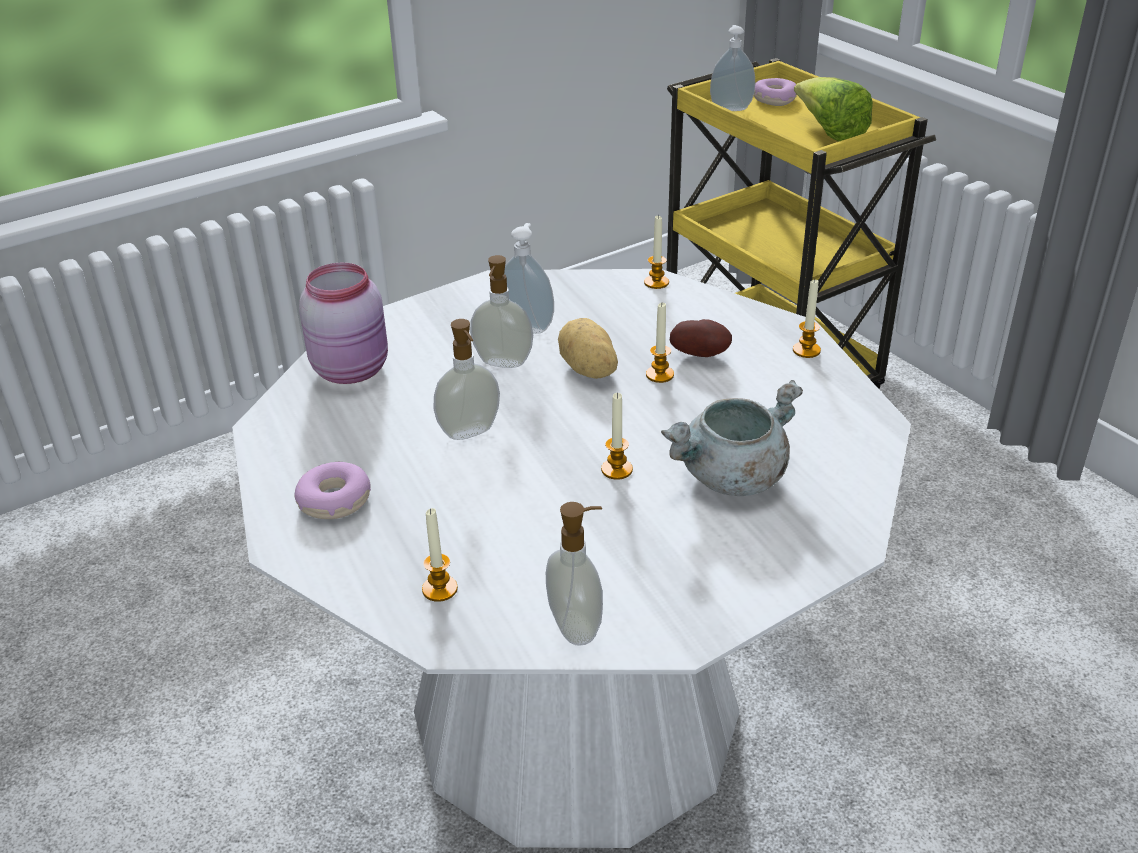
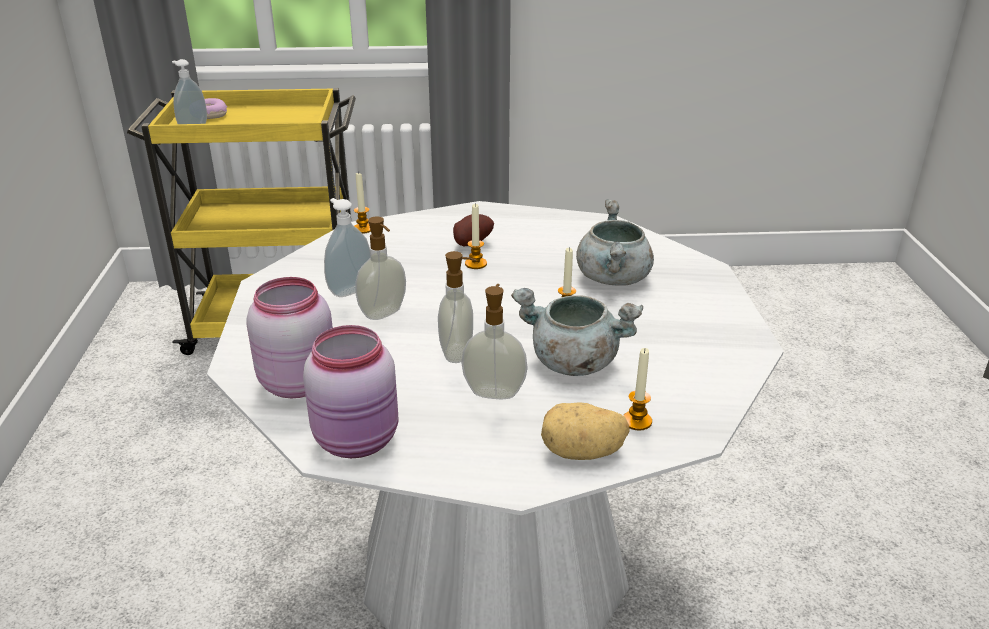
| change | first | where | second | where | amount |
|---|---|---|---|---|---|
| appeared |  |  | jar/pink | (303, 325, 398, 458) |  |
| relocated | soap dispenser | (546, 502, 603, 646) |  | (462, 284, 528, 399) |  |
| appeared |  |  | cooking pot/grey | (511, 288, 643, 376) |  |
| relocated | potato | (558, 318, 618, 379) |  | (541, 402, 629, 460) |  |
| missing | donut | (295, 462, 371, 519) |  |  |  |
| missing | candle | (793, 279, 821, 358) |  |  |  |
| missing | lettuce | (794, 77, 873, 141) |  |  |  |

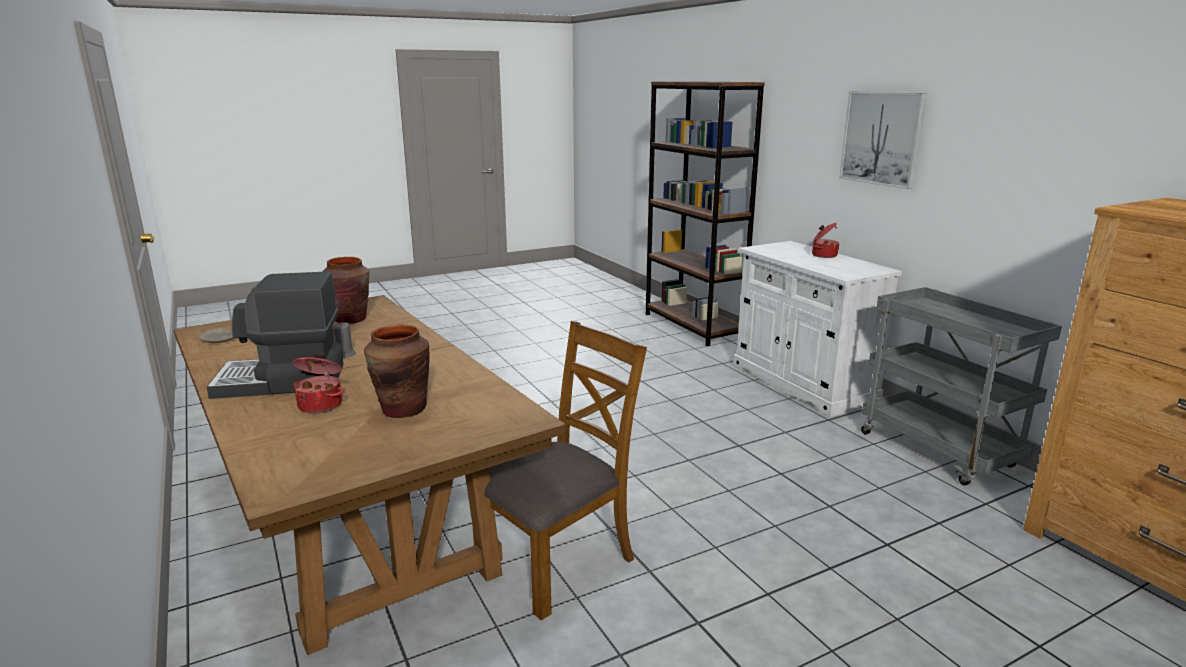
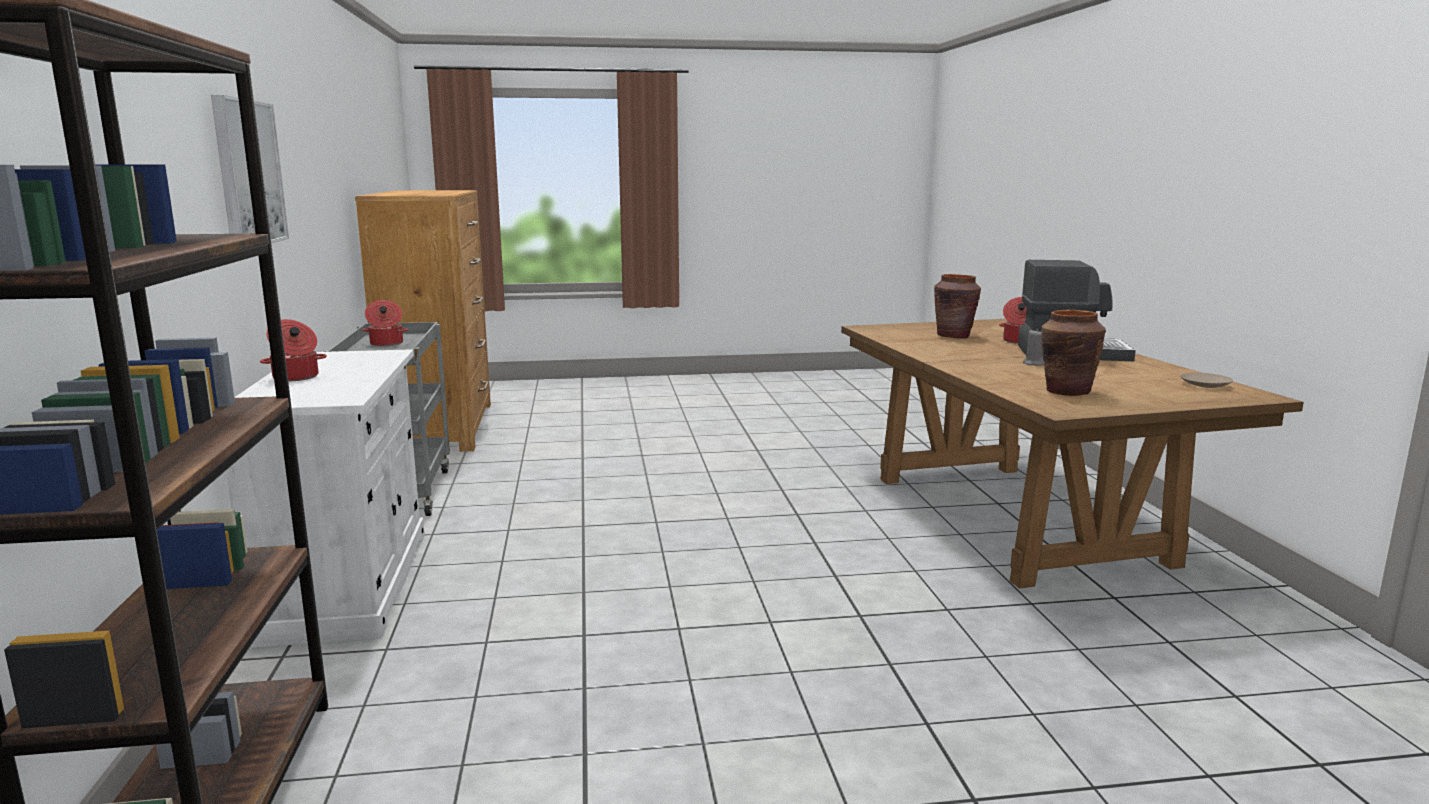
| change | first | where | second | where | amount |
|---|---|---|---|---|---|
| appeared |  |  | cooking pot | (363, 300, 408, 346) |  |
| missing | chair/brown | (473, 321, 647, 620) |  |  |  |

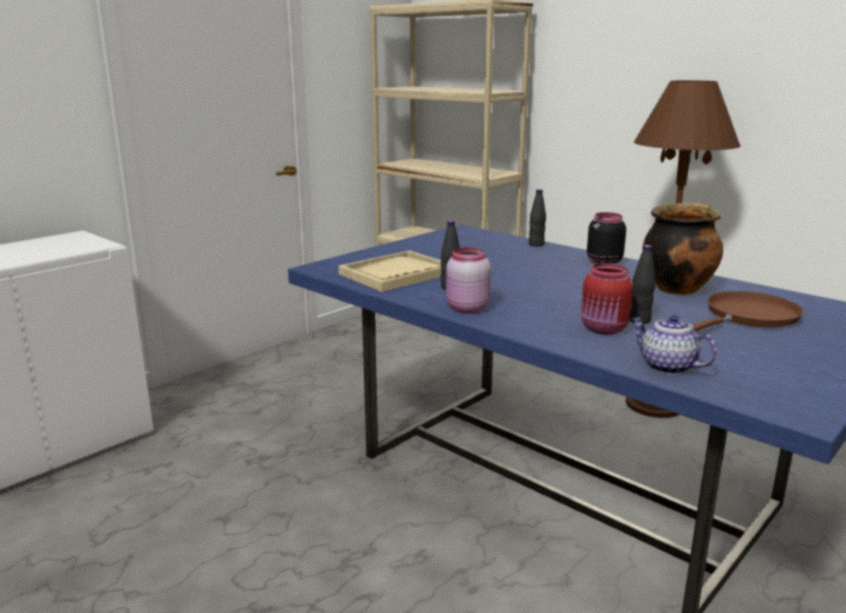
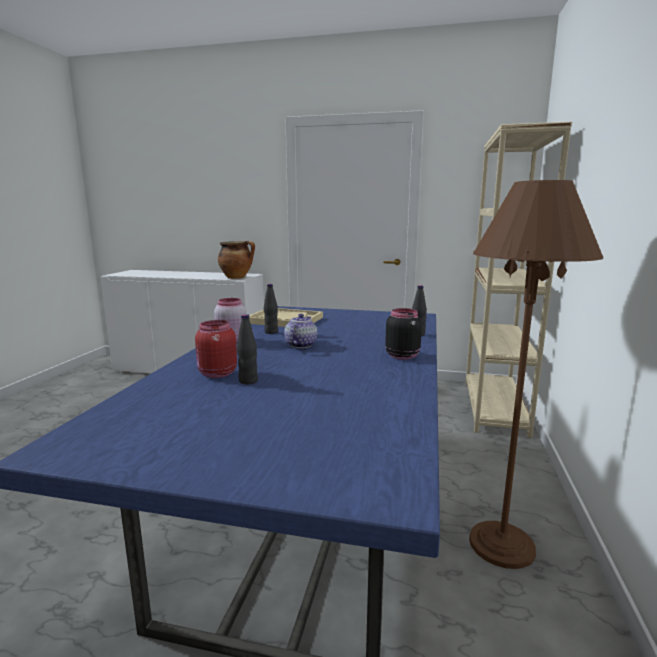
| change | first | where | second | where | amount |
|---|---|---|---|---|---|
| relocated | cooking pot | (642, 203, 723, 295) |  | (218, 241, 255, 279) |  |
| relocated | teapot | (631, 315, 717, 374) |  | (284, 314, 317, 348) |  |
| missing | frying pan/brown | (692, 291, 803, 332) |  |  |  |

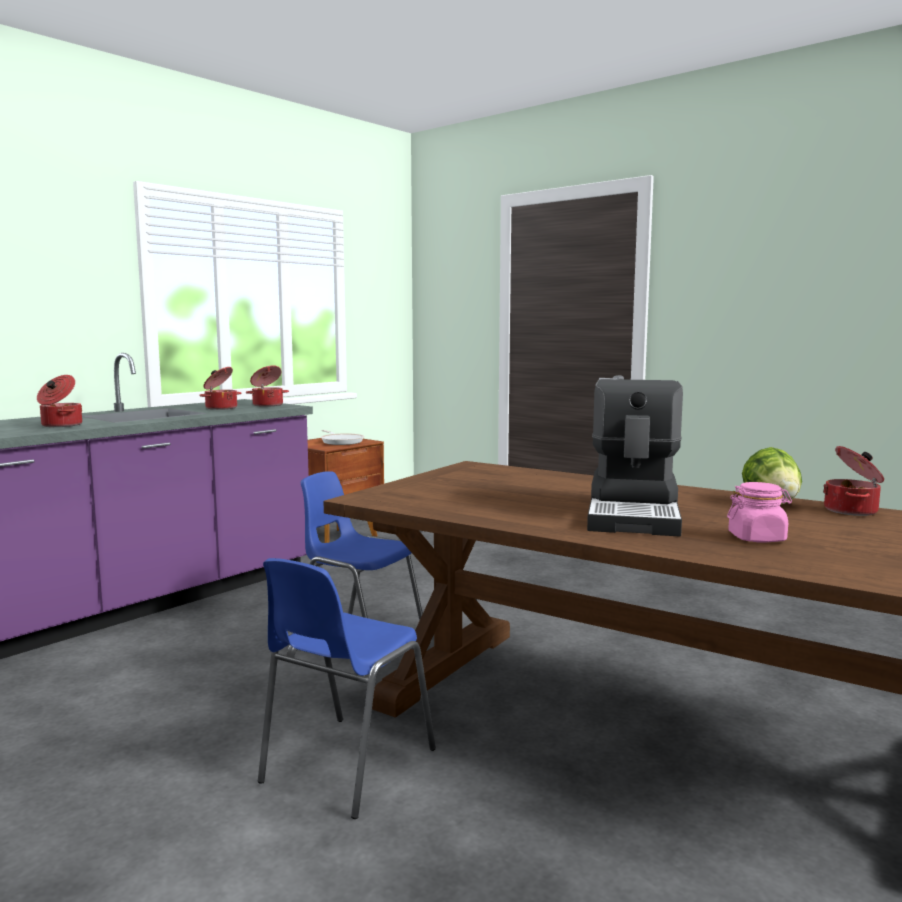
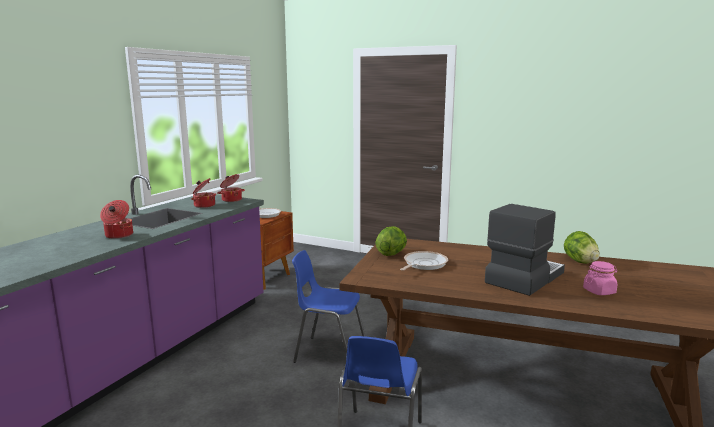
| change | first | where | second | where | amount |
|---|---|---|---|---|---|
| appeared |  |  | lettuce | (375, 226, 407, 256) |  |
| appeared |  |  | frying pan | (400, 251, 448, 271) |  |
| spun | coffee machine | (587, 379, 683, 536) |  | (485, 204, 565, 296) | 135 degrees counterclockwise |
| missing | cooking pot | (823, 446, 884, 516) |  |  |  |

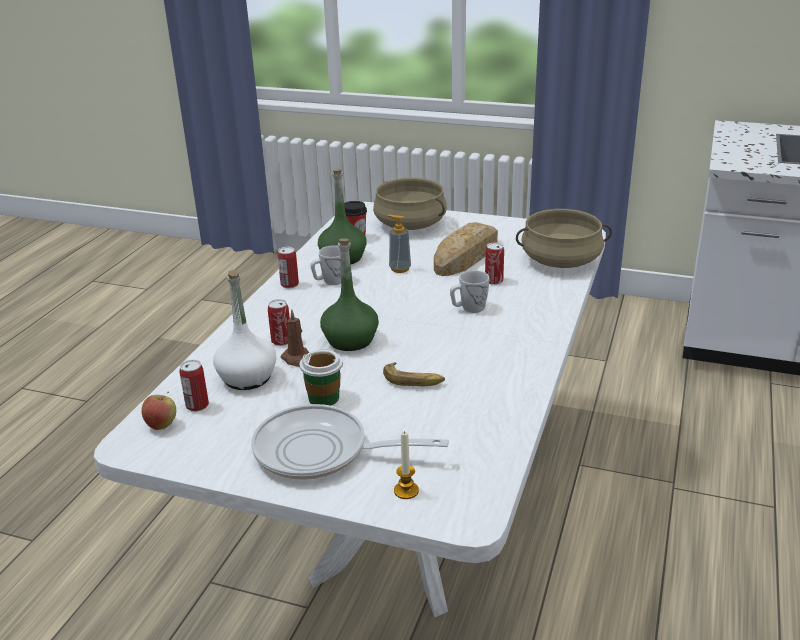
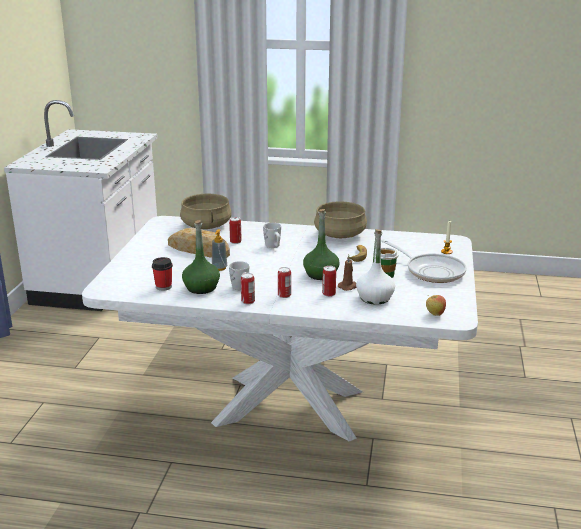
| change | first | where | second | where | amount |
|---|---|---|---|---|---|
| relocated | can | (179, 360, 209, 412) |  | (278, 267, 291, 298) |  |
| relocated | cooking pot/beige | (373, 178, 447, 230) |  | (314, 201, 367, 238) |  |
| spun | frying pan | (251, 404, 449, 480) |  | (381, 239, 467, 283) | 45 degrees counterclockwise |

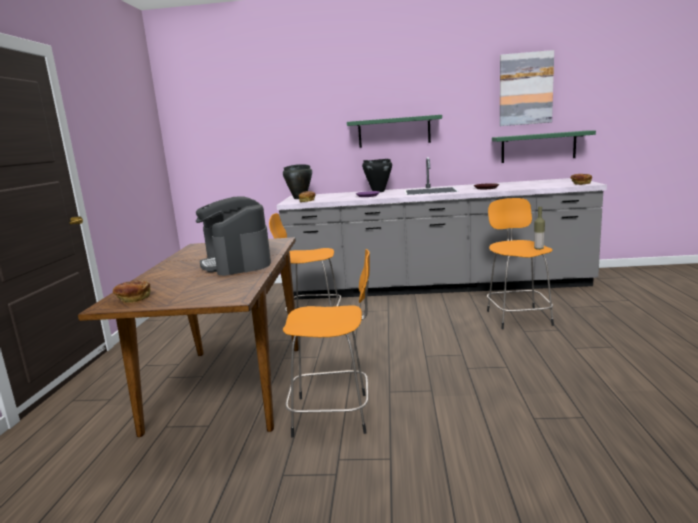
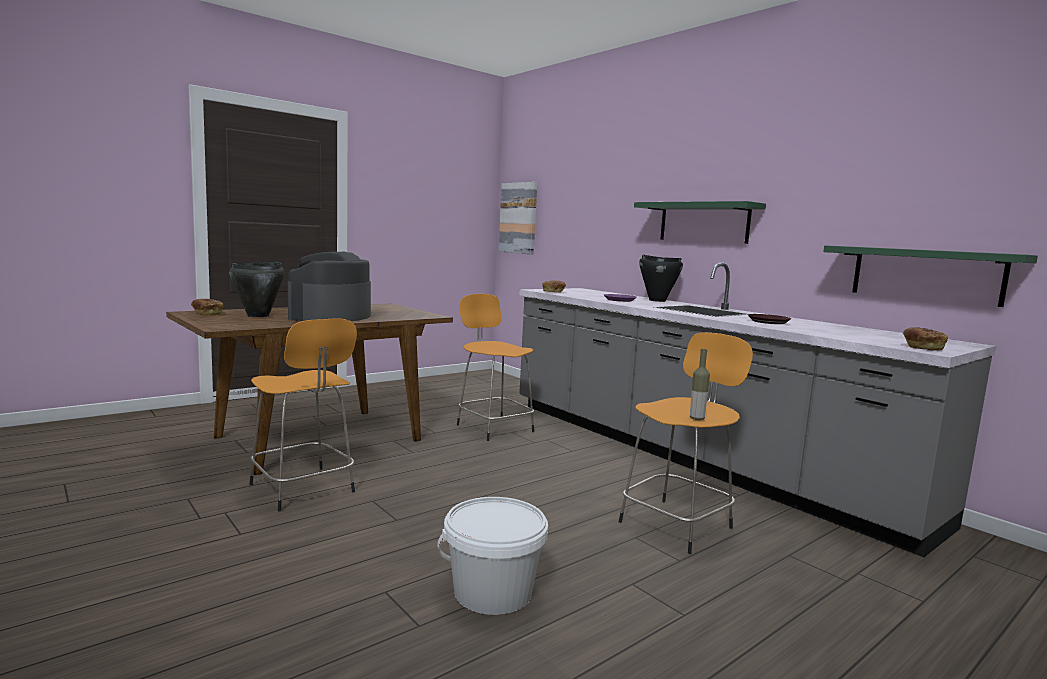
| change | first | where | second | where | amount |
|---|---|---|---|---|---|
| relocated | cooking pot/black | (283, 164, 312, 199) |  | (229, 262, 284, 317) |  |
| appeared |  |  | bucket/white | (437, 497, 548, 615) |  |
| relocated | picture | (500, 50, 554, 126) |  | (499, 182, 537, 255) |  |

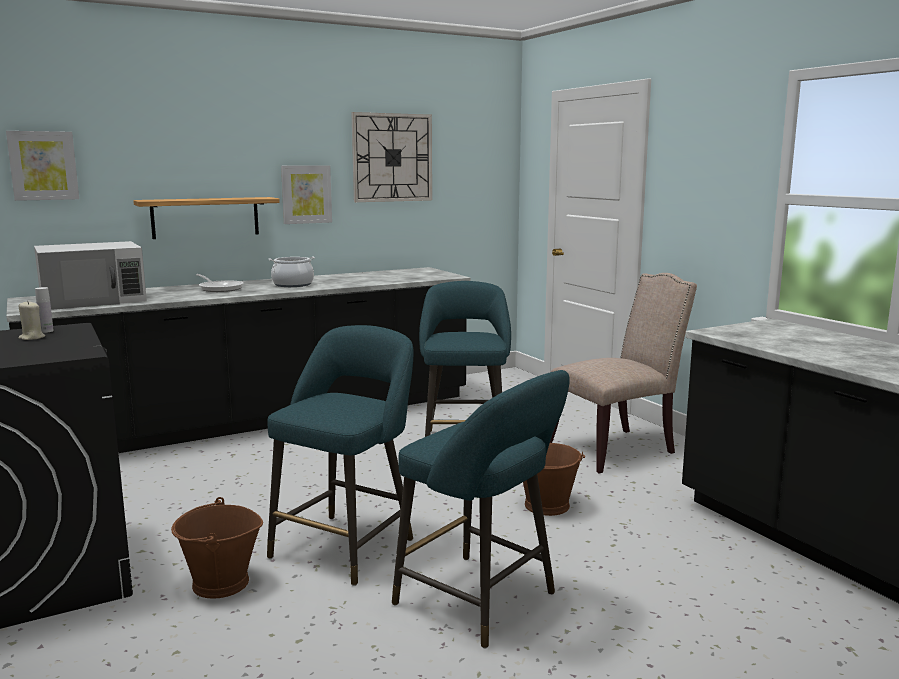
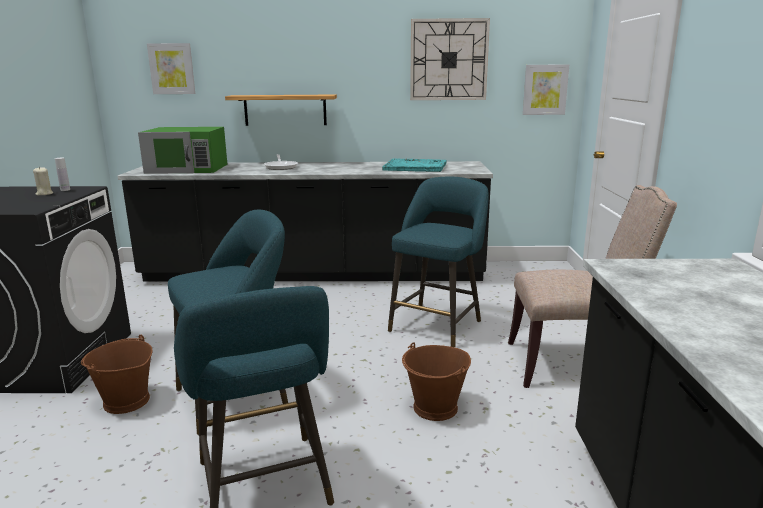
| change | first | where | second | where | amount |
|---|---|---|---|---|---|
| colour | microwave/white | (34, 241, 147, 310) | microwave/green | (138, 127, 227, 174) |  |
| appeared |  |  | tray/turquoise | (382, 159, 447, 172) |  |
| relocated | picture | (281, 165, 332, 224) |  | (523, 64, 569, 115) |  |
| missing | cooking pot | (268, 257, 315, 287) |  |  |  |

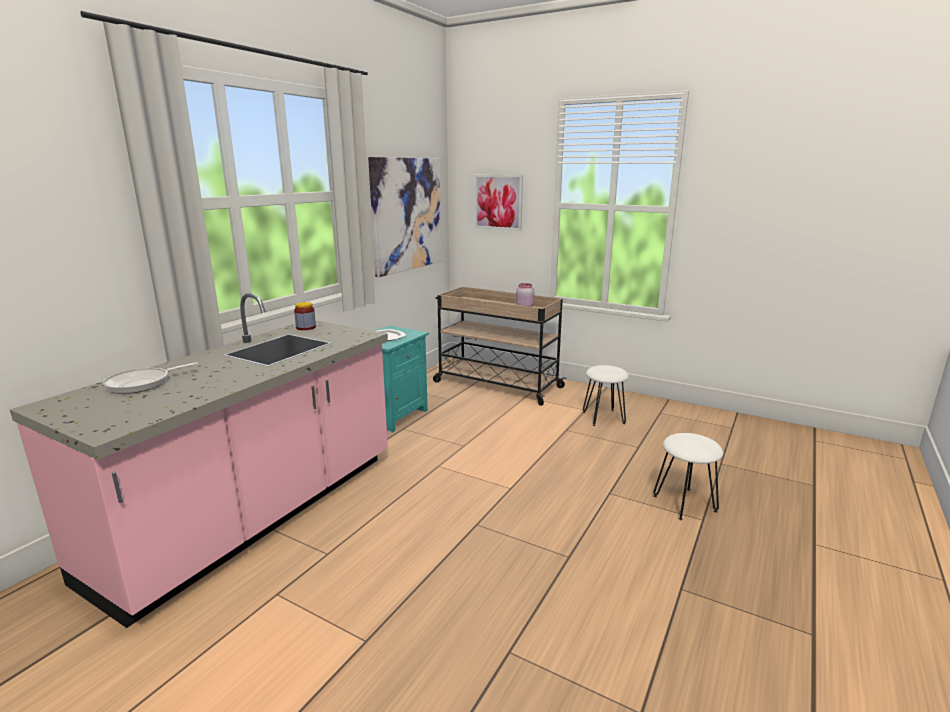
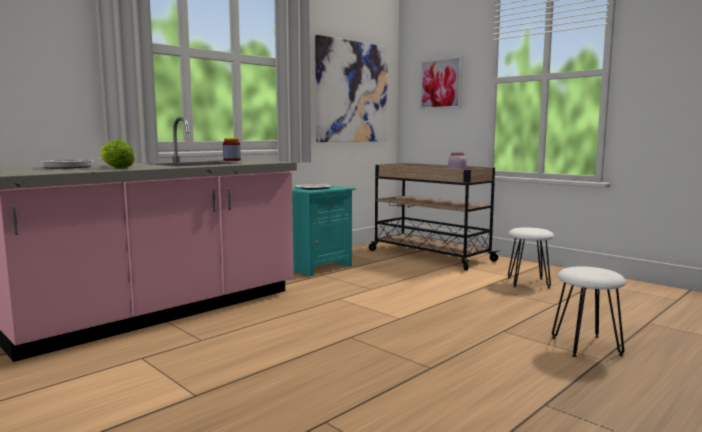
| change | first | where | second | where | amount |
|---|---|---|---|---|---|
| appeared |  |  | lettuce | (100, 140, 135, 169) |  |

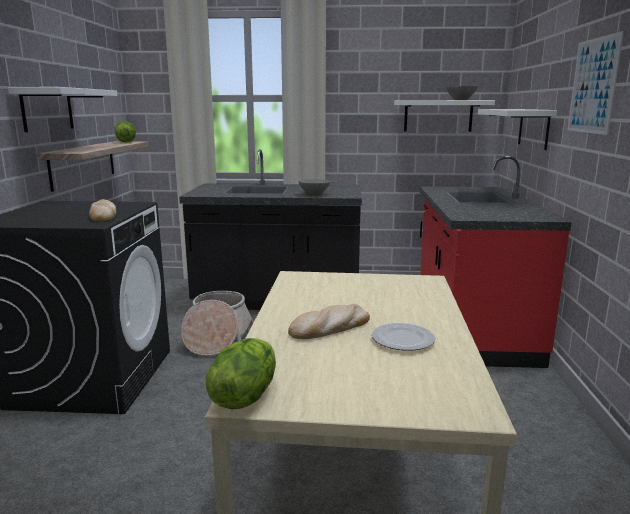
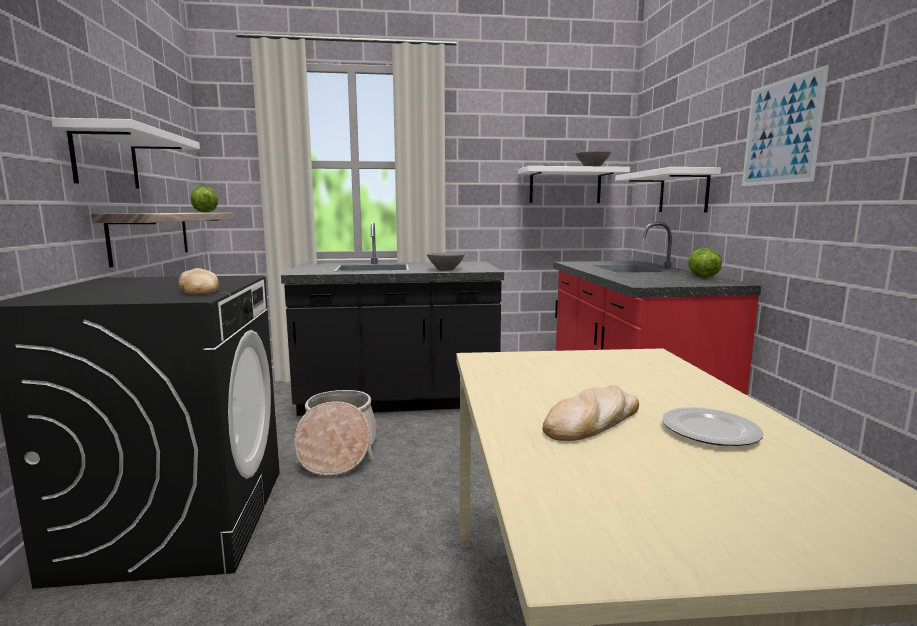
| change | first | where | second | where | amount |
|---|---|---|---|---|---|
| relocated | lettuce | (206, 338, 276, 409) |  | (688, 248, 722, 278) |  |

